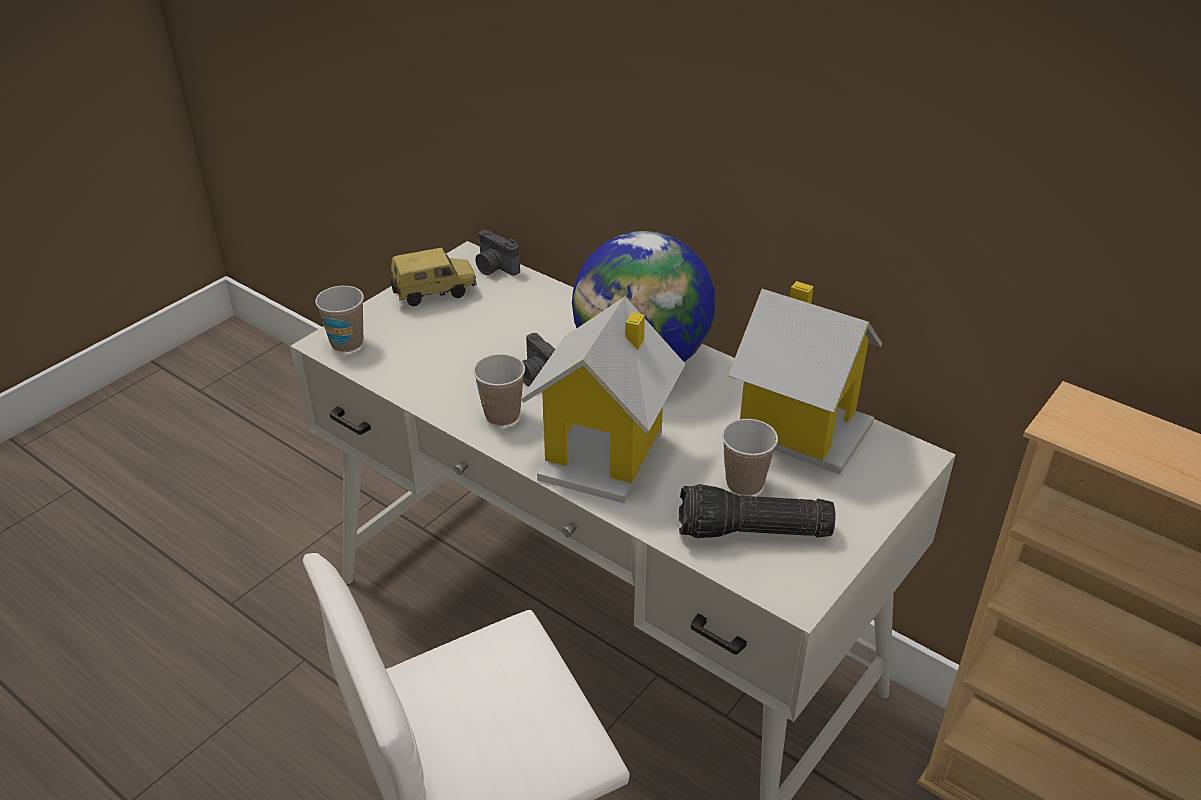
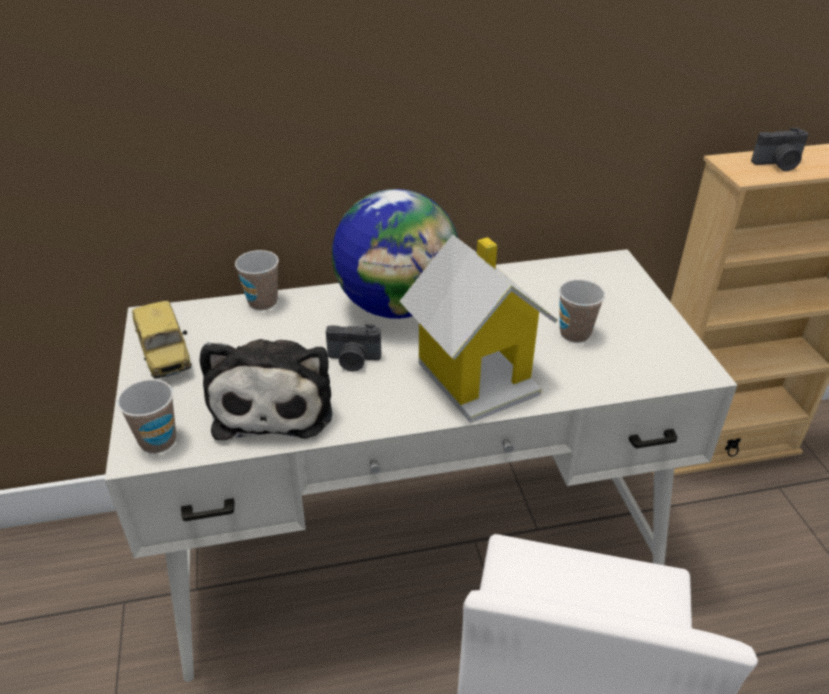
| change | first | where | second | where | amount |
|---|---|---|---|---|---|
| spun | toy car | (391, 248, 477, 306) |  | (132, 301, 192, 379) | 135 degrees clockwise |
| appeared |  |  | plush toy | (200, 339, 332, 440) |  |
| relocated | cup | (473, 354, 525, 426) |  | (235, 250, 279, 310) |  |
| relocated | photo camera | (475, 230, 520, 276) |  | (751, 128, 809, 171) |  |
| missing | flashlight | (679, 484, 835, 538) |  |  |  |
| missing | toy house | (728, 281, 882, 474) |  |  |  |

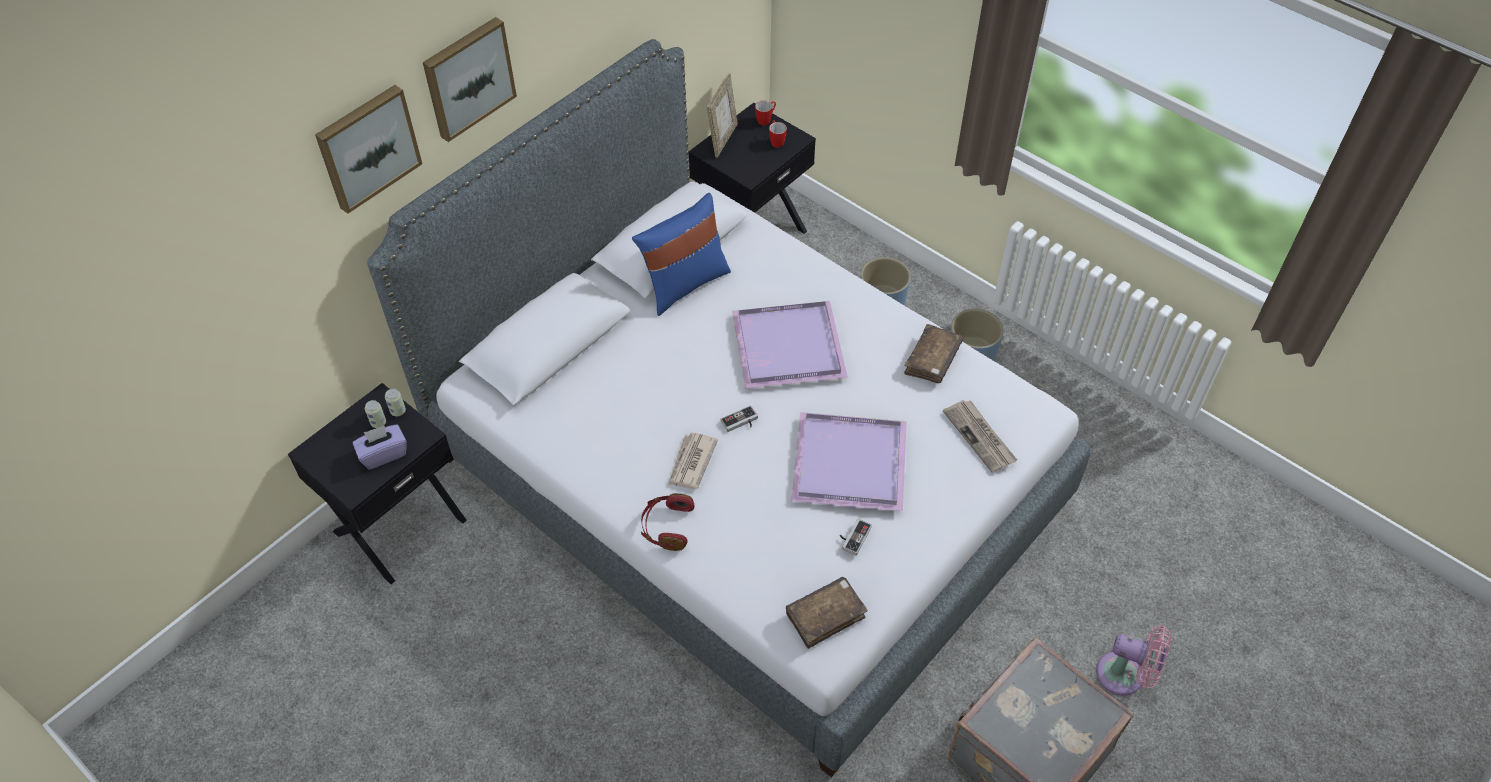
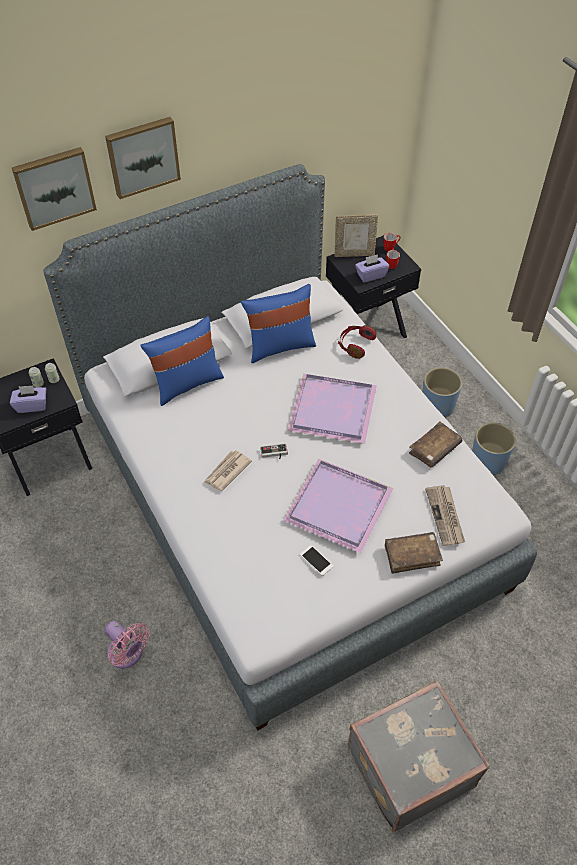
| change | first | where | second | where | amount |
|---|---|---|---|---|---|
| relocated | fan/pink | (1096, 625, 1171, 696) |  | (105, 621, 150, 668) |  |
| appeared |  |  | pillow/blue | (140, 316, 224, 406) |  |
| exchanged | game controller | (840, 519, 872, 556) | phone | (300, 545, 334, 576) |  |
| spun | picture frame | (707, 73, 738, 158) |  | (335, 215, 378, 257) | 45 degrees clockwise |
| relocated | headphones/red | (641, 493, 694, 551) |  | (338, 325, 376, 359) |  |
| appeared |  |  | tissue box/purple | (355, 254, 389, 283) |  |
| relocated | book/brown | (786, 577, 868, 649) |  | (385, 532, 443, 574) |  |

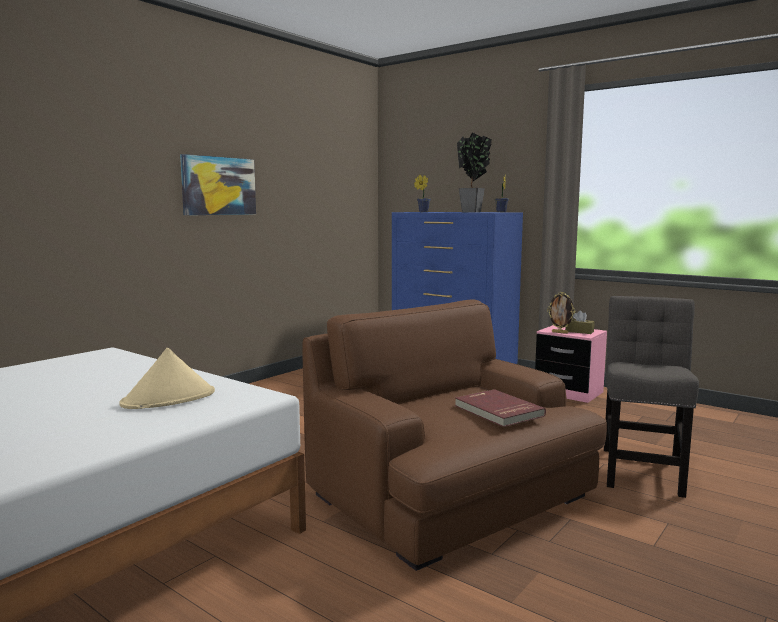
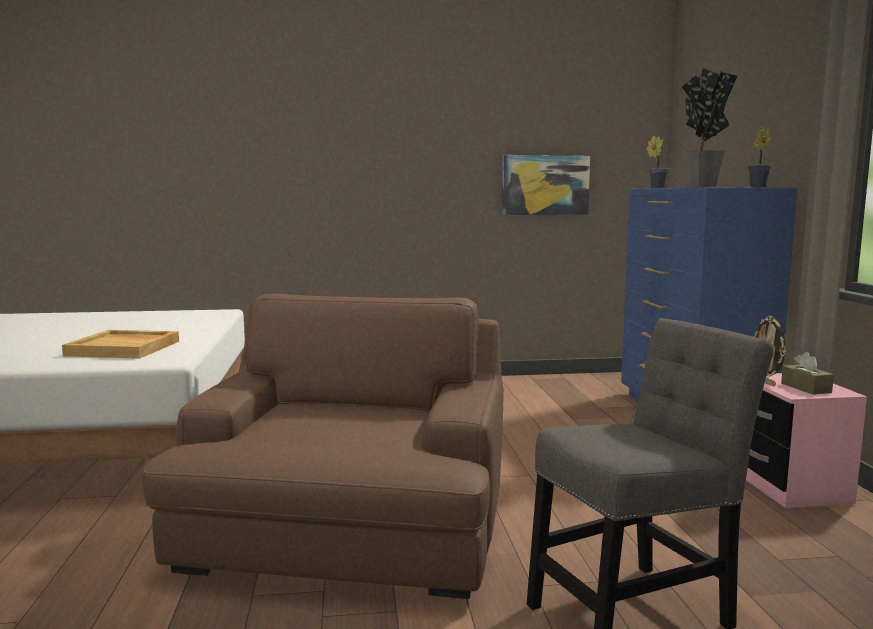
| change | first | where | second | where | amount |
|---|---|---|---|---|---|
| exchanged | hat/beige | (119, 348, 215, 409) | tray/beige | (62, 330, 179, 359) |  |
| relocated | picture | (180, 154, 256, 215) |  | (502, 155, 590, 215) |  |
| missing | book/red | (455, 389, 546, 427) |  |  |  |

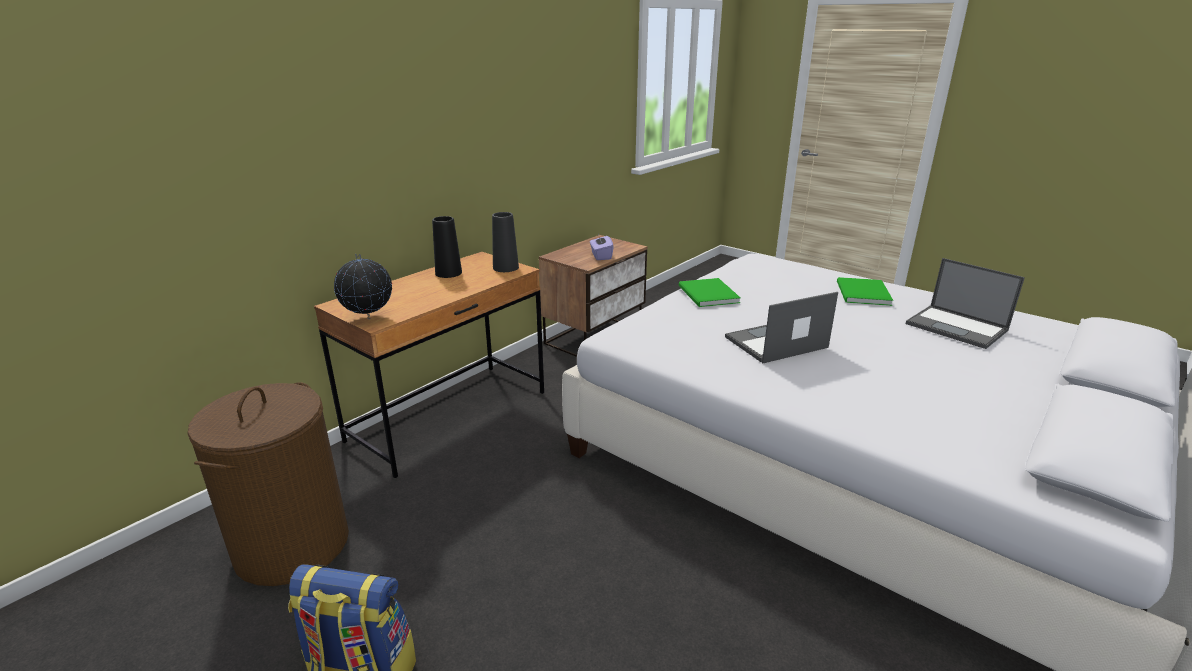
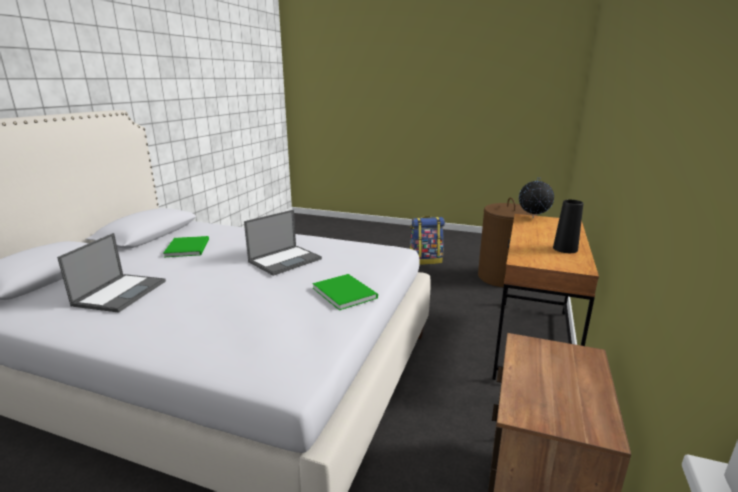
| change | first | where | second | where | amount |
|---|---|---|---|---|---|
| spun | laptop | (906, 258, 1025, 349) |  | (57, 233, 166, 313) | 75 degrees clockwise |
| relocated | book/green | (837, 277, 893, 306) |  | (163, 236, 209, 257) |  |
| missing | vase/black | (492, 212, 519, 272) |  |  |  |
| missing | tissue box/purple | (590, 234, 614, 260) |  |  |  |

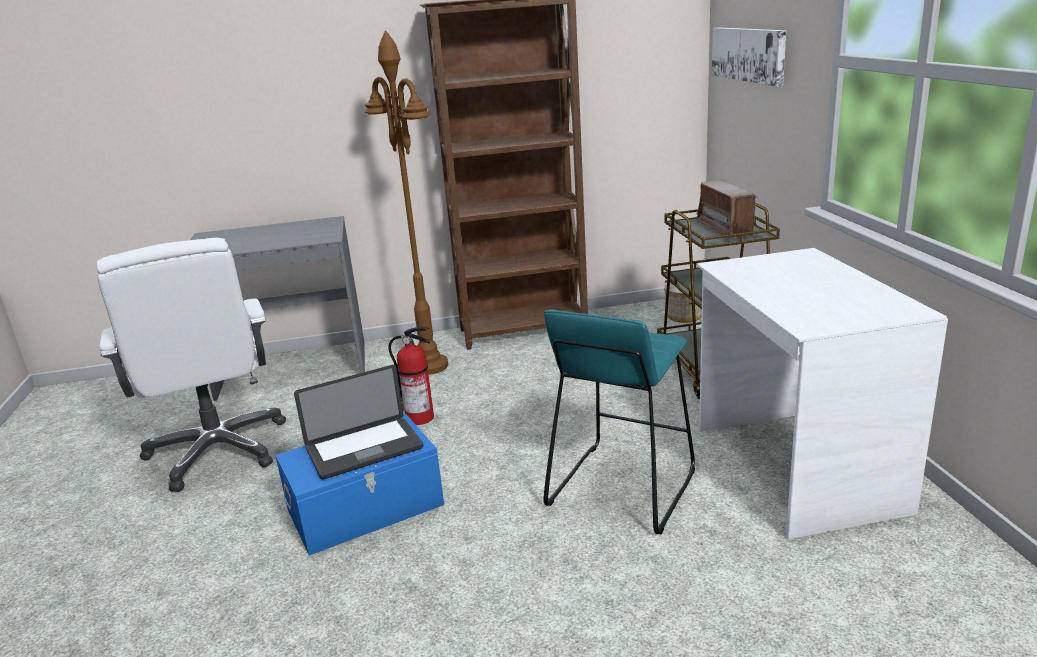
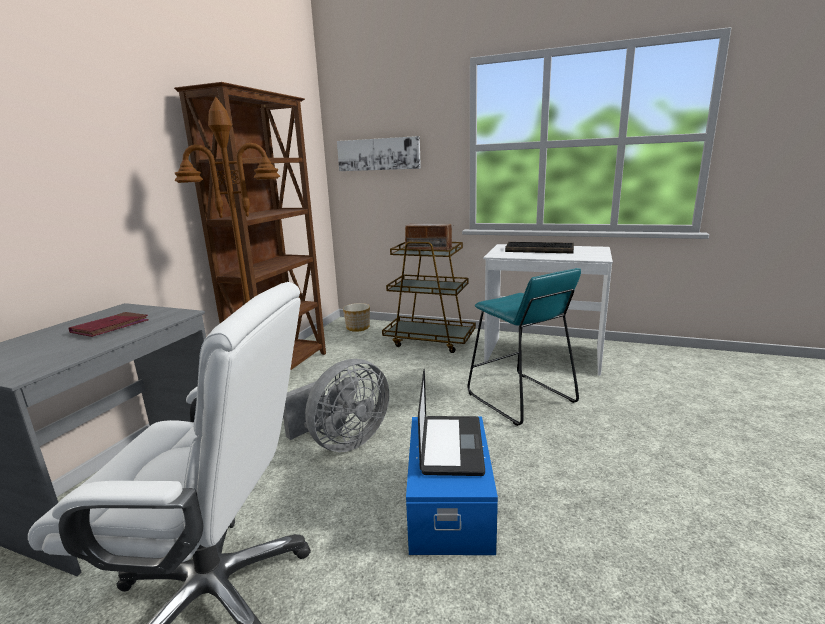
| change | first | where | second | where | amount |
|---|---|---|---|---|---|
| appeared |  |  | book/red | (68, 312, 149, 337) |  |
| exchanged | fire extinguisher | (388, 327, 434, 425) | fan/grey | (283, 359, 389, 452) |  |
| appeared |  |  | keyboard | (505, 242, 574, 253) |  |

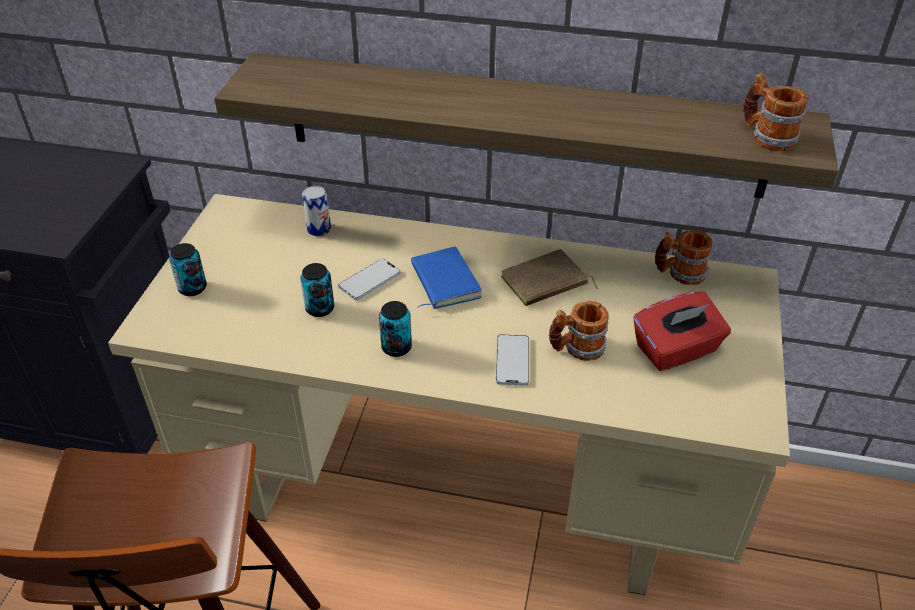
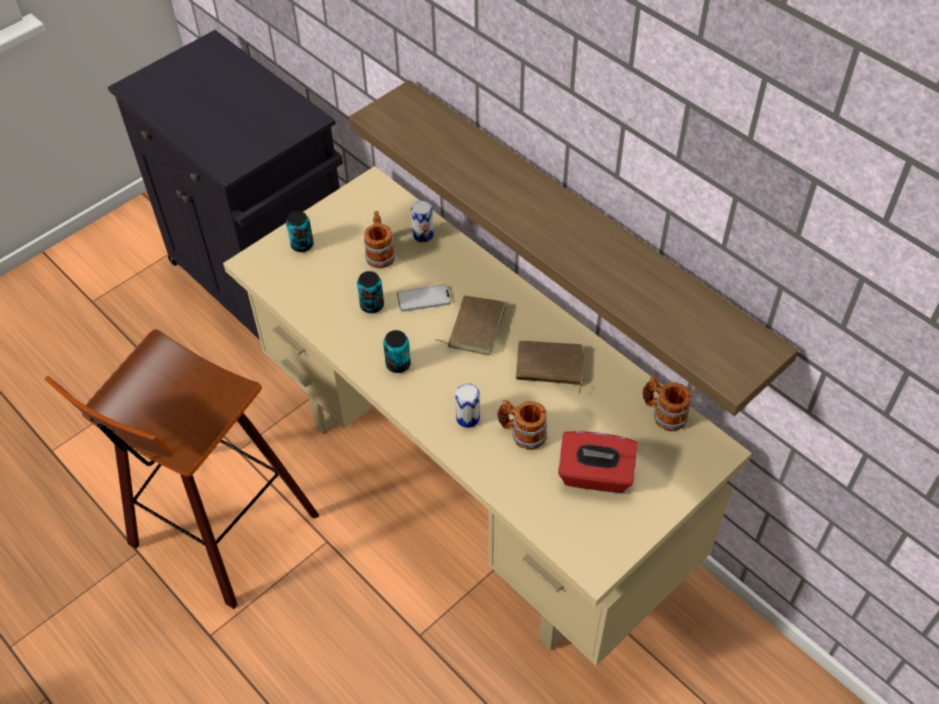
| change | first | where | second | where | amount |
|---|---|---|---|---|---|
| relocated | mug | (743, 73, 809, 151) |  | (364, 211, 396, 269) |  |
| colour | book/blue | (411, 247, 482, 309) | book/brown | (434, 295, 506, 356) |  |
| exchanged | phone | (496, 334, 529, 386) | can | (455, 384, 480, 428) |  |

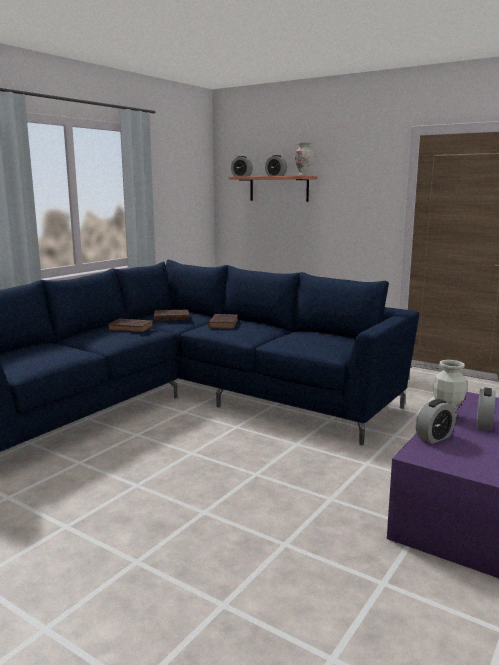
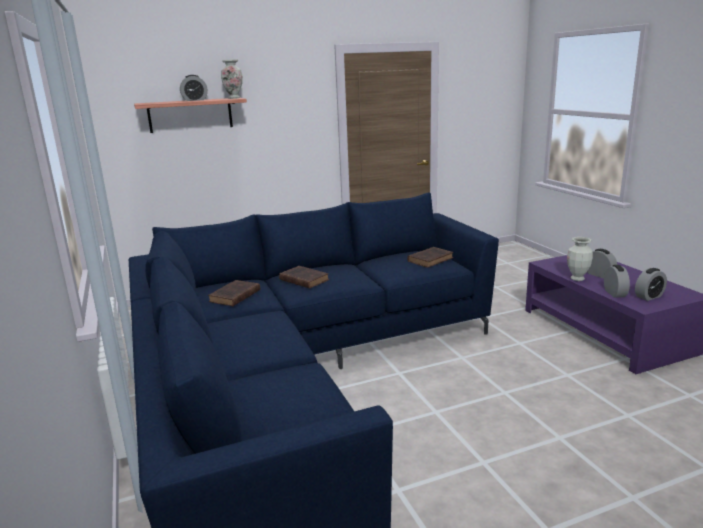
| change | first | where | second | where | amount |
|---|---|---|---|---|---|
| relocated | book/brown | (108, 319, 153, 332) |  | (407, 247, 453, 268) |  |
| relocated | alarm clock | (231, 156, 253, 176) |  | (635, 268, 667, 301) |  |

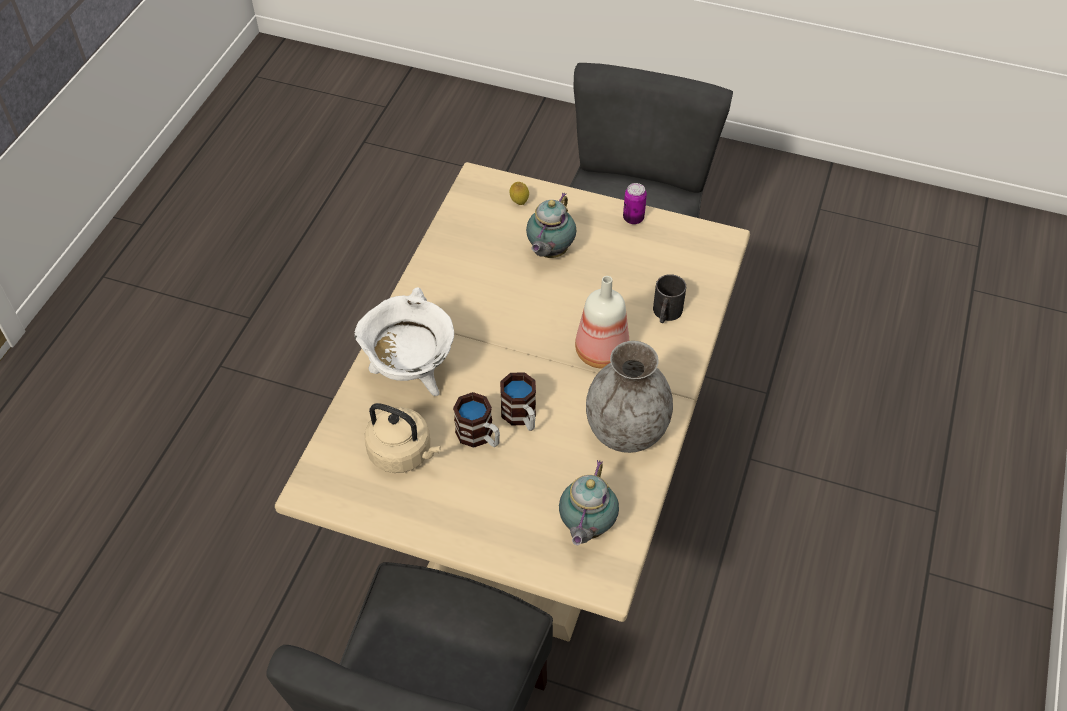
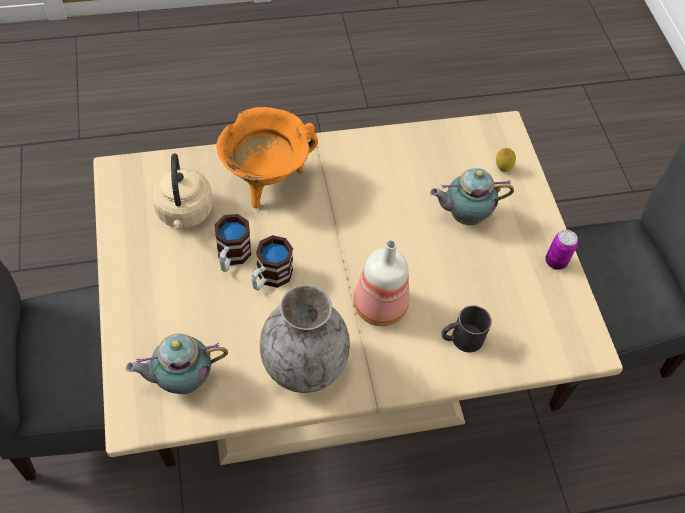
| change | first | where | second | where | amount |
|---|---|---|---|---|---|
| colour | cooking pot/white | (354, 287, 454, 396) | cooking pot/orange | (216, 107, 318, 209) |  |

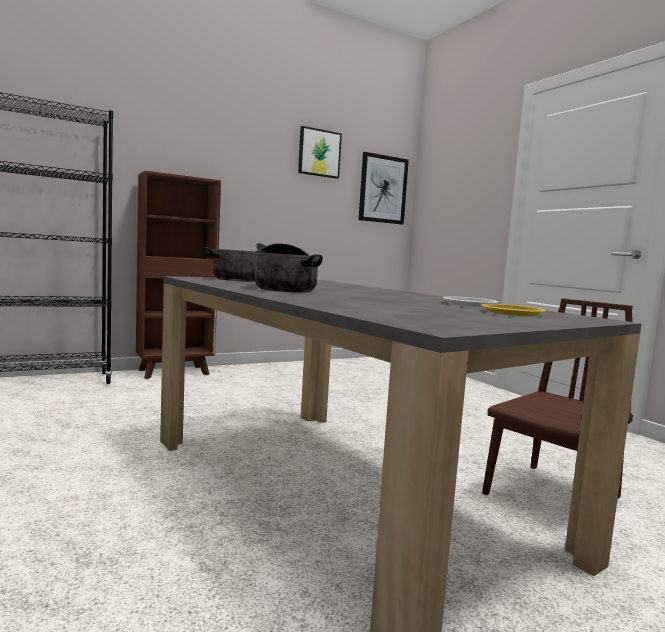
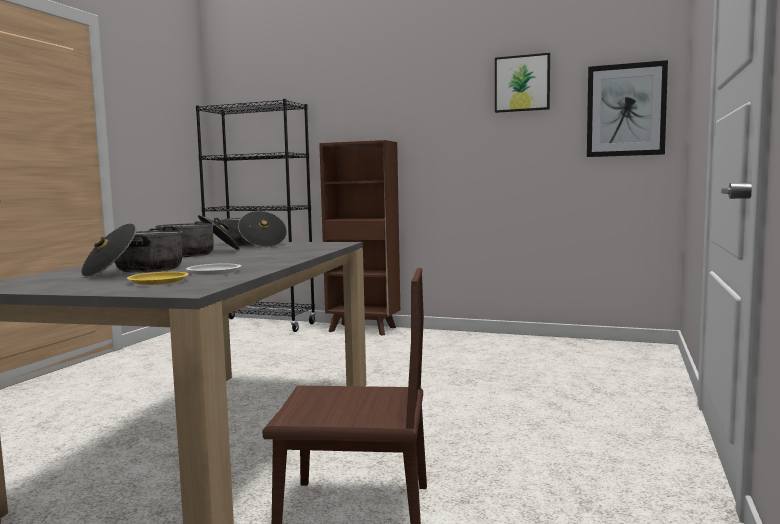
| change | first | where | second | where | amount |
|---|---|---|---|---|---|
| appeared |  |  | cooking pot | (81, 223, 183, 278) |  |

